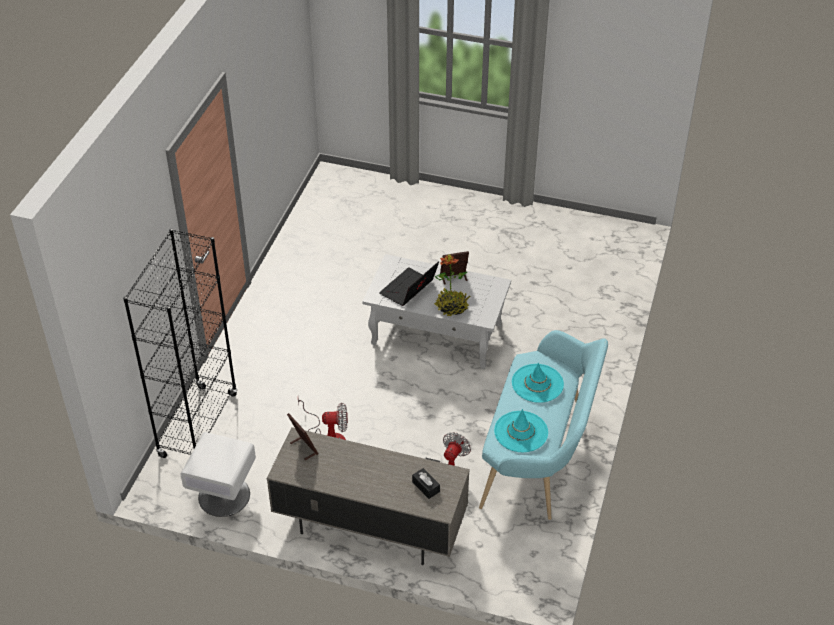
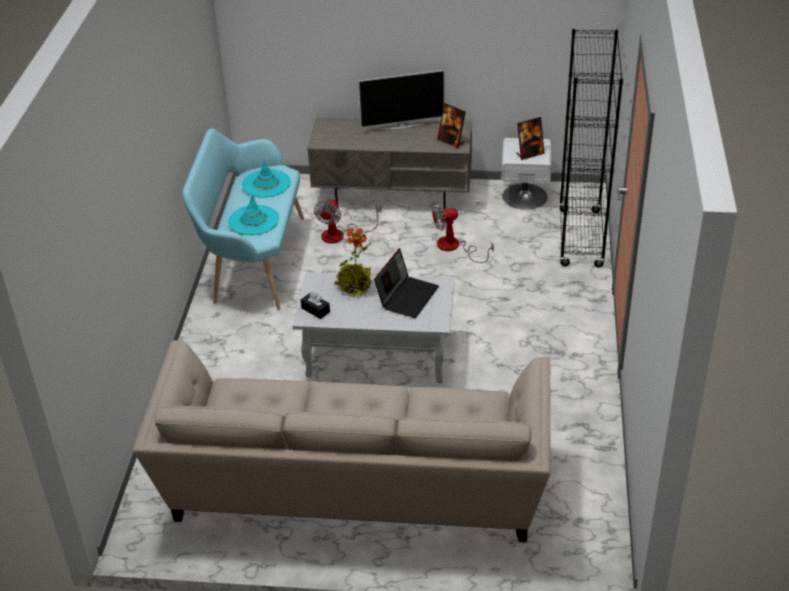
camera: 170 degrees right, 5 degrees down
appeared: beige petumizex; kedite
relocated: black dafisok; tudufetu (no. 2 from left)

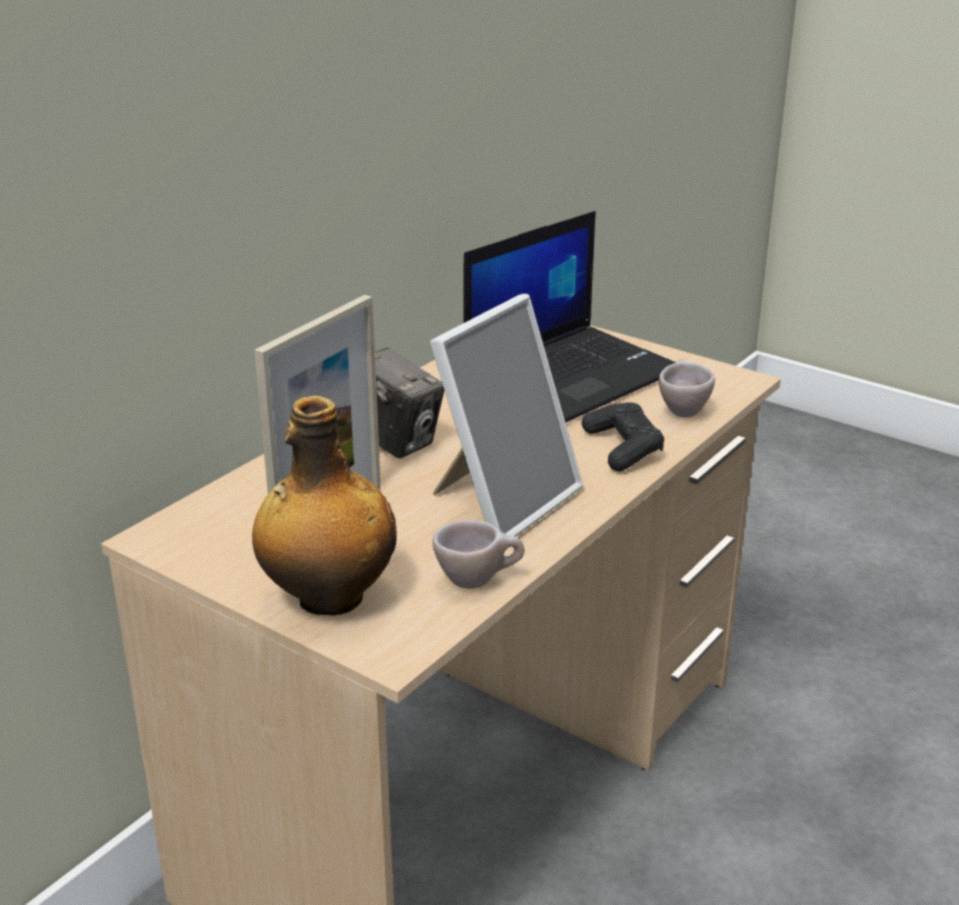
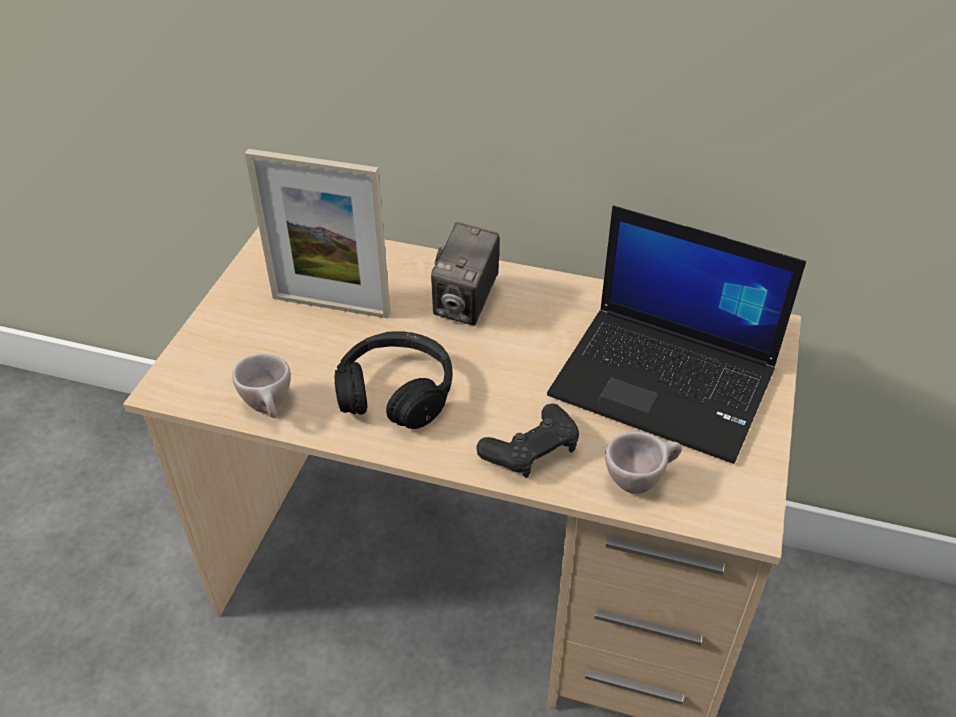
camera: 70 degrees right, 15 degrees up
missing: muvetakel
exchanged: tudufetu (no. 2 from left) to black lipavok

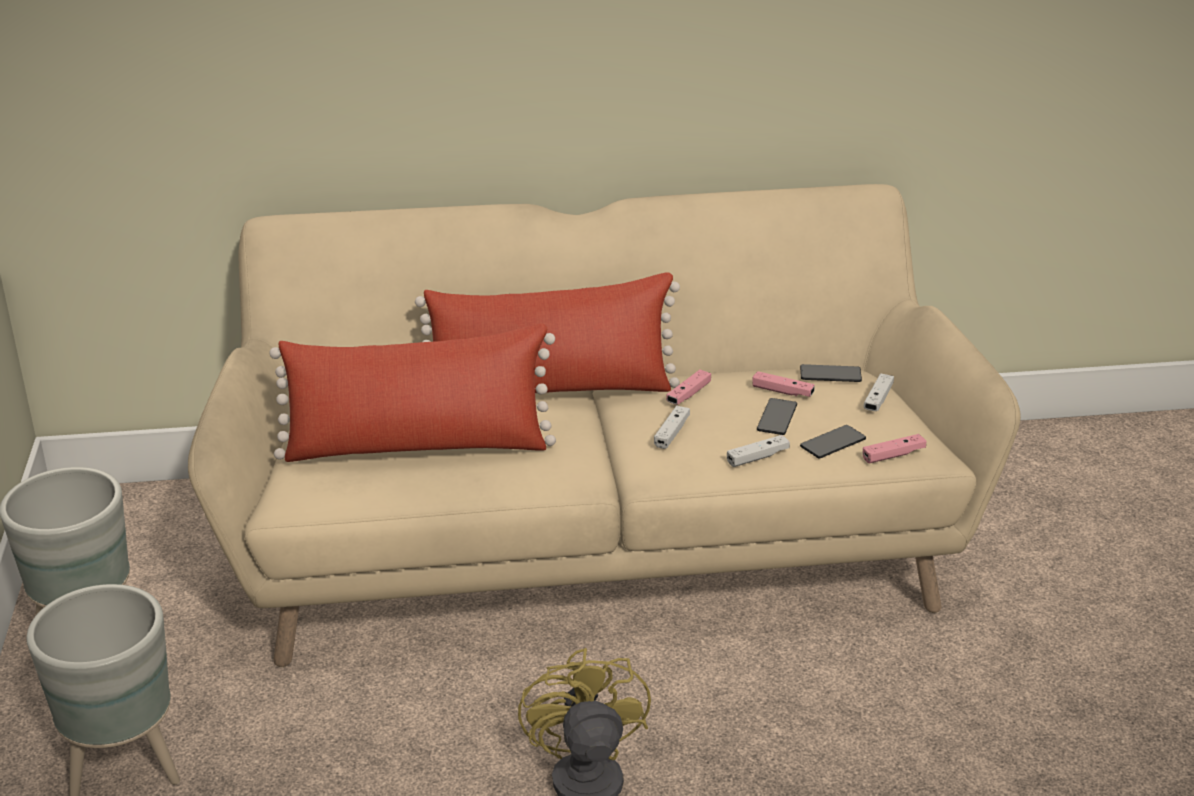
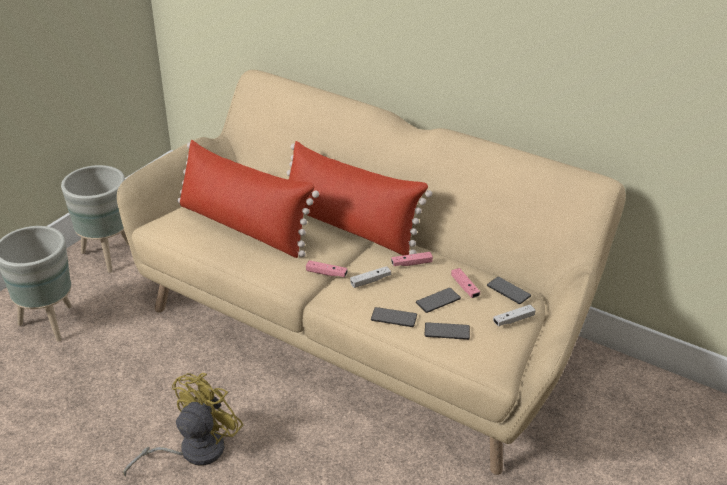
camera: 40 degrees right, 5 degrees up
relocated: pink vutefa (no. 3 from left in the first image) to pink vutefa (no. 1 from left)
exchanged: white vutefa (no. 2 from left) to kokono (no. 1 from left)

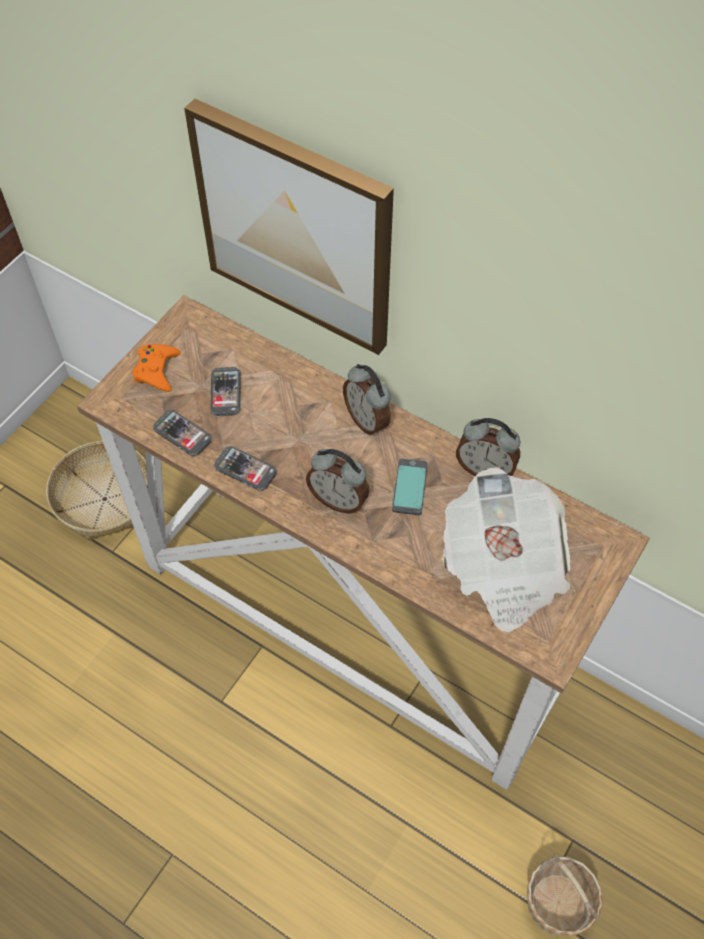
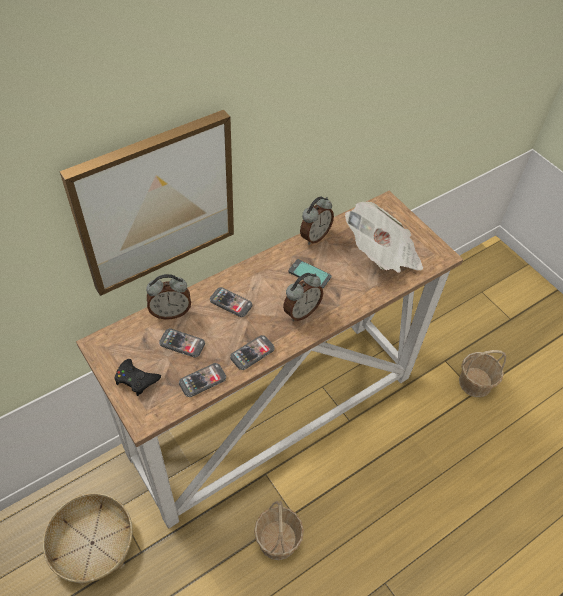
camera: 70 degrees left, 5 degrees down
appeared: kokono (no. 3 from left); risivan (no. 2 from left)
relocated: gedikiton (no. 2 from left in the first image) to gedikiton (no. 1 from left)
colour: orange vutefa to black vutefa

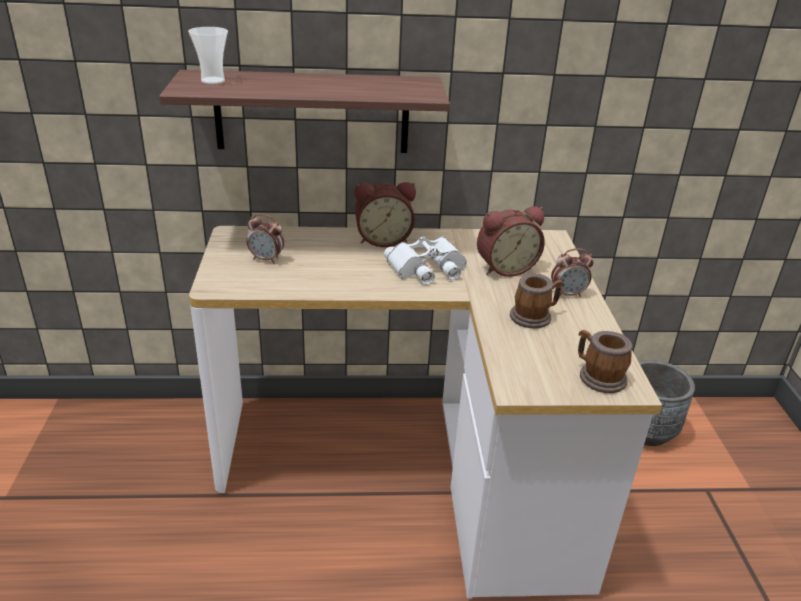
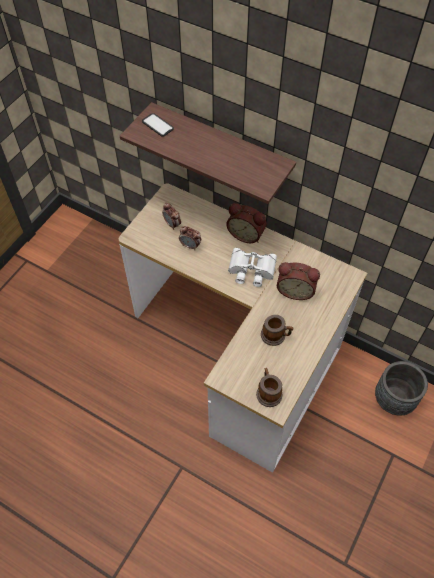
camera: 35 degrees right, 25 degrees up
relocated: gedikiton (no. 4 from left in the first image) to gedikiton (no. 2 from left)
exchanged: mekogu to kokono

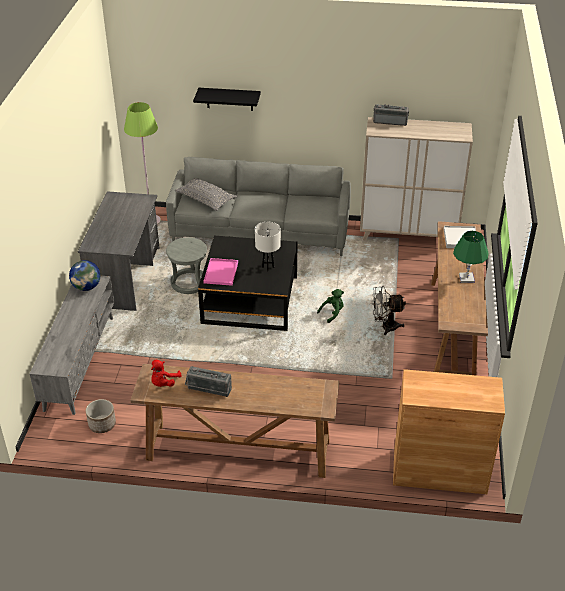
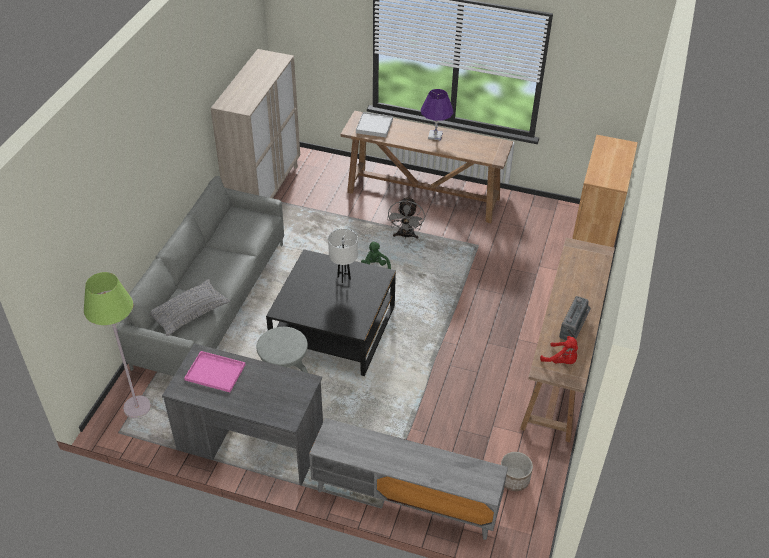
camera: 80 degrees left, 5 degrees up
missing: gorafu; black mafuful; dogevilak (no. 2 from left)
relocated: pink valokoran
colour: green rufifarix to purple rufifarix

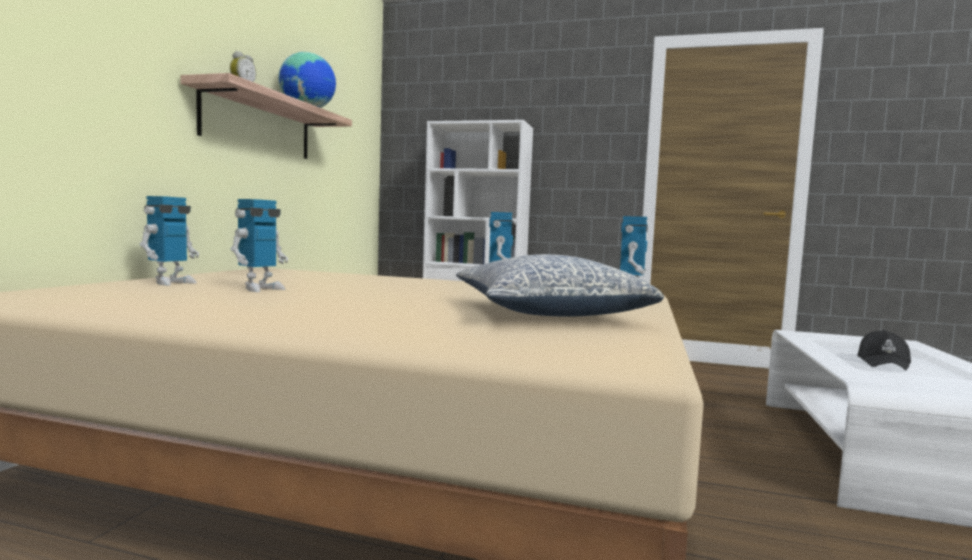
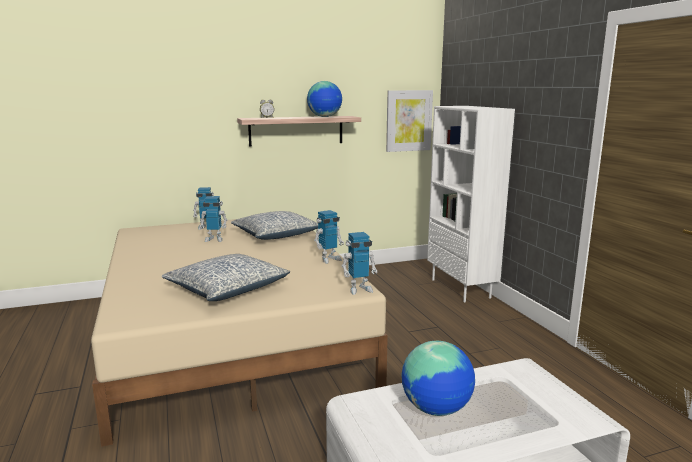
camera: 55 degrees right, 10 degrees up
appeared: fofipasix (no. 2 from left); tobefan
exchanged: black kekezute to gorafu (no. 2 from left)

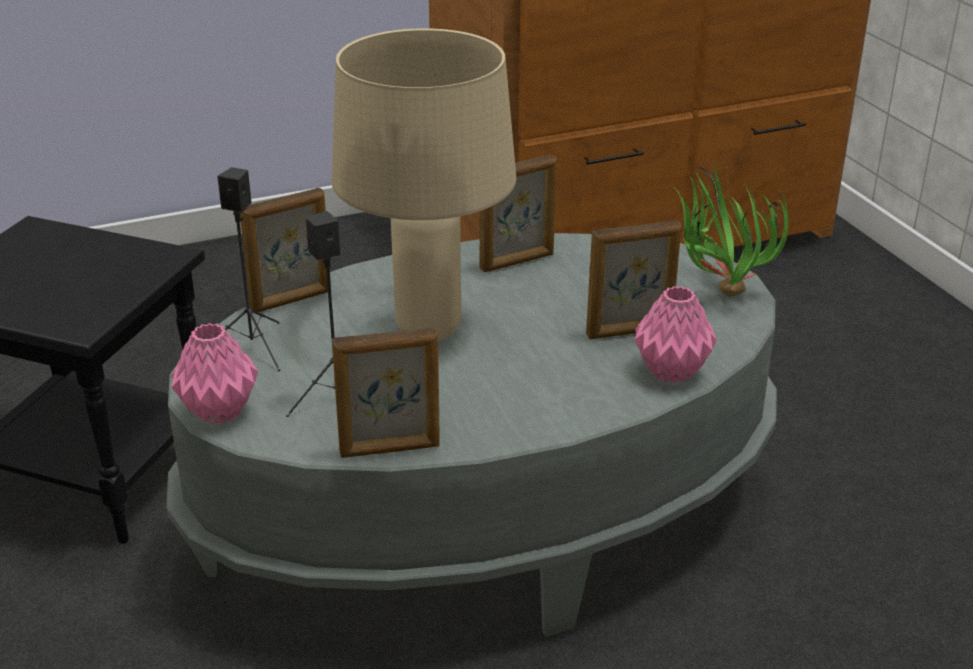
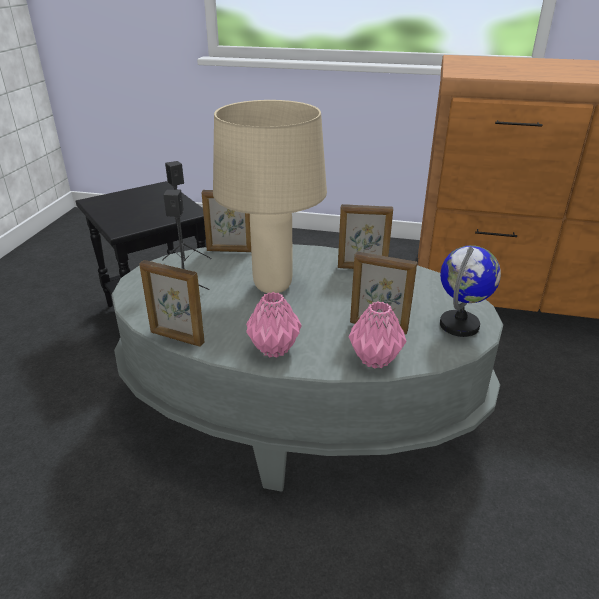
camera: 35 degrees right, 0 degrees up
relocated: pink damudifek (no. 1 from left)
exchanged: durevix to gorafu

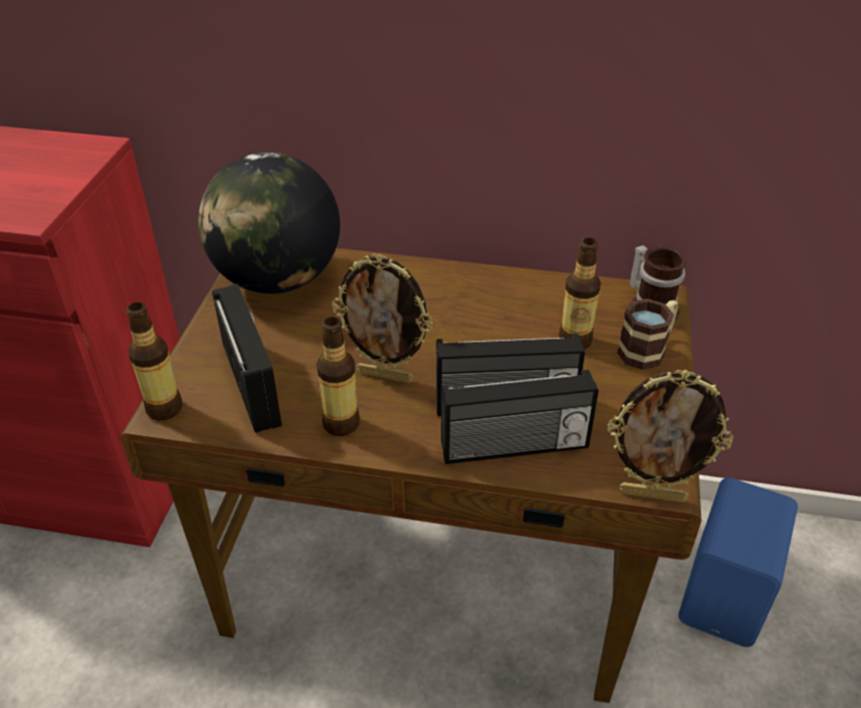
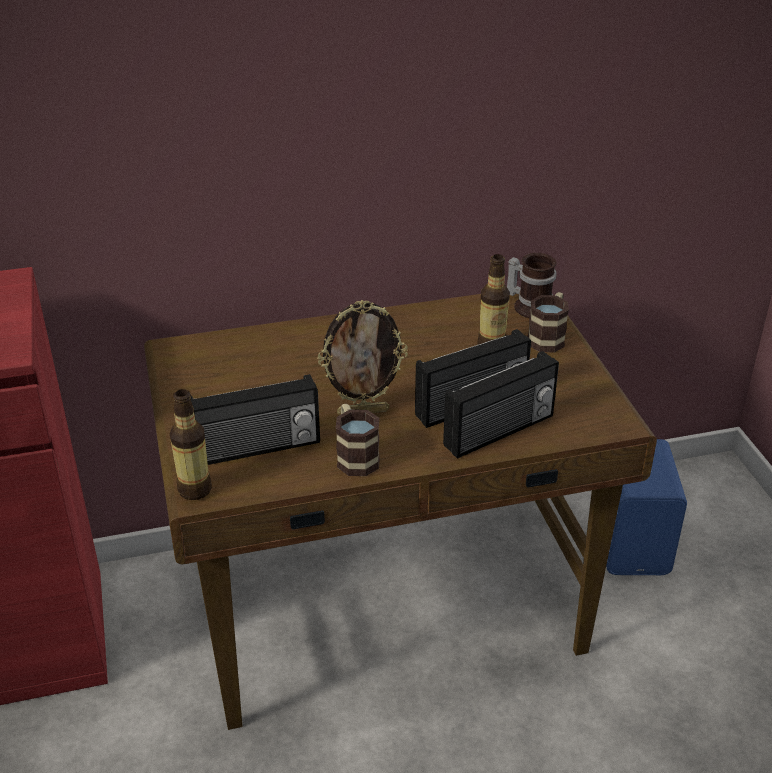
camera: 25 degrees left, 5 degrees down
missing: gorafu; tudufetu (no. 2 from left)
exchanged: muvetakel (no. 2 from left) to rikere (no. 1 from left)
spun: dogevilak (no. 1 from left) 120 degrees clockwise

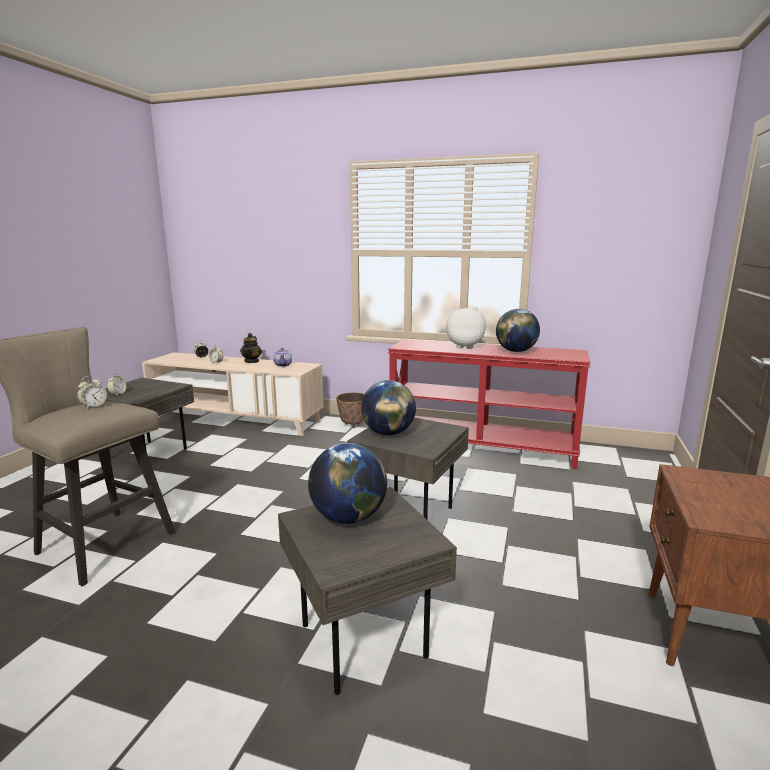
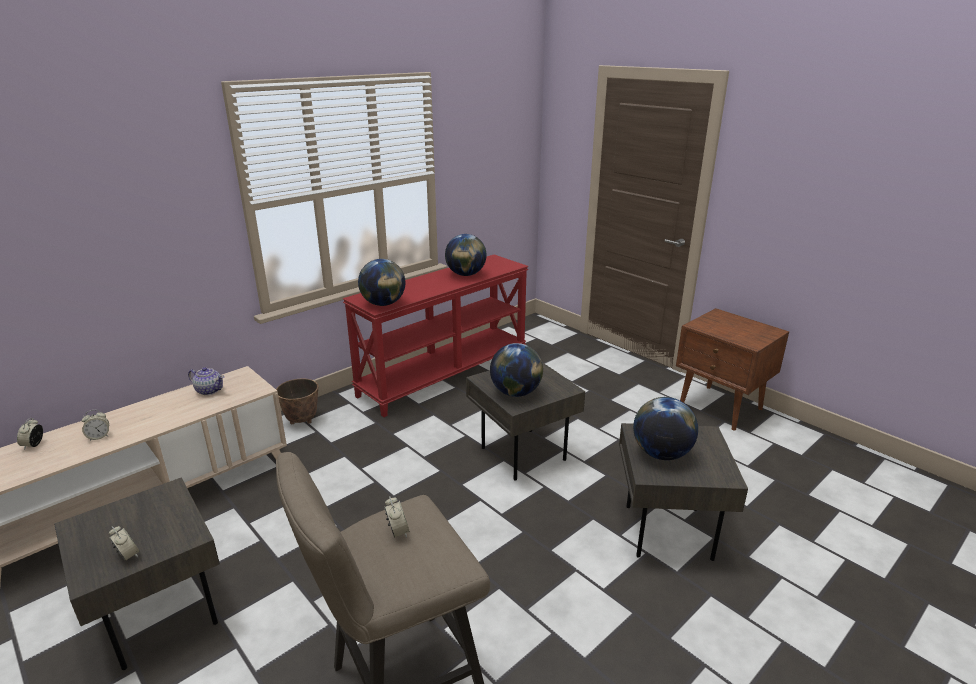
camera: 60 degrees left, 10 degrees up
missing: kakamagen (no. 1 from left); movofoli
appeared: gorafu (no. 1 from left)

